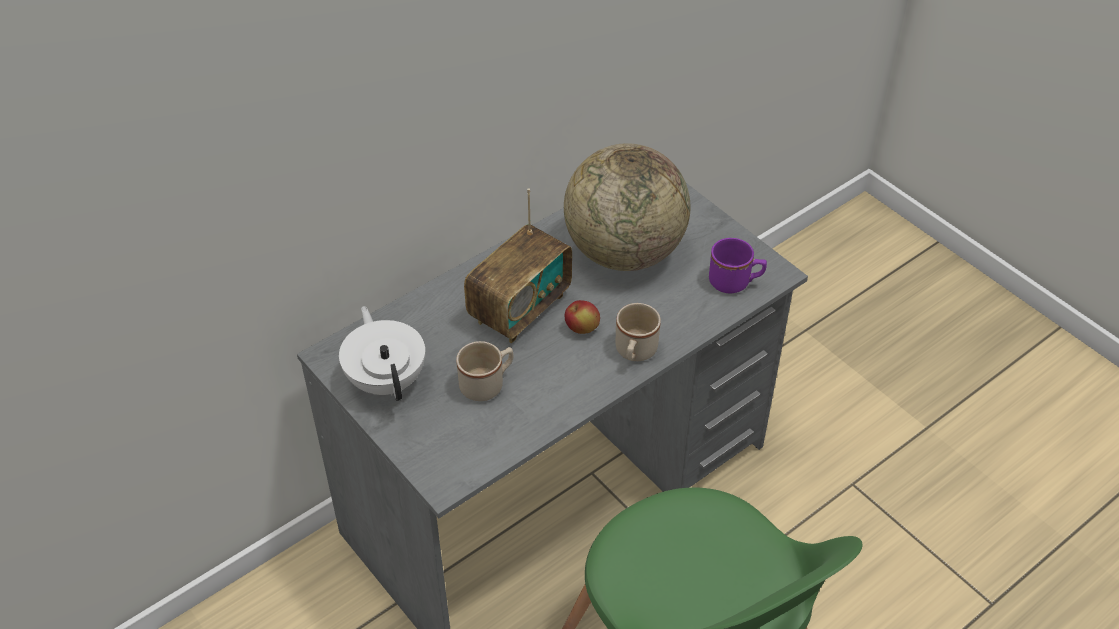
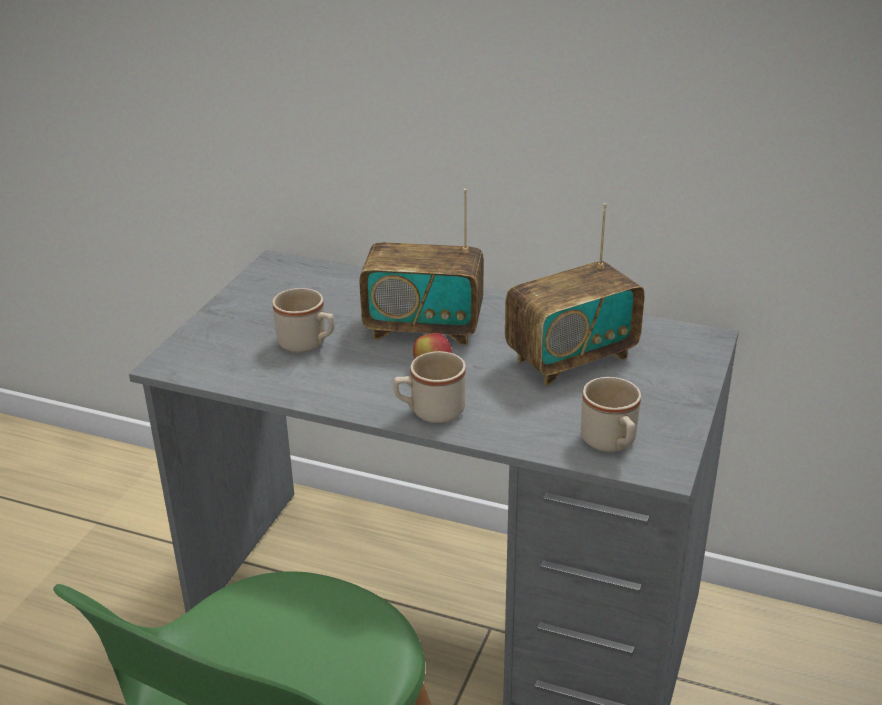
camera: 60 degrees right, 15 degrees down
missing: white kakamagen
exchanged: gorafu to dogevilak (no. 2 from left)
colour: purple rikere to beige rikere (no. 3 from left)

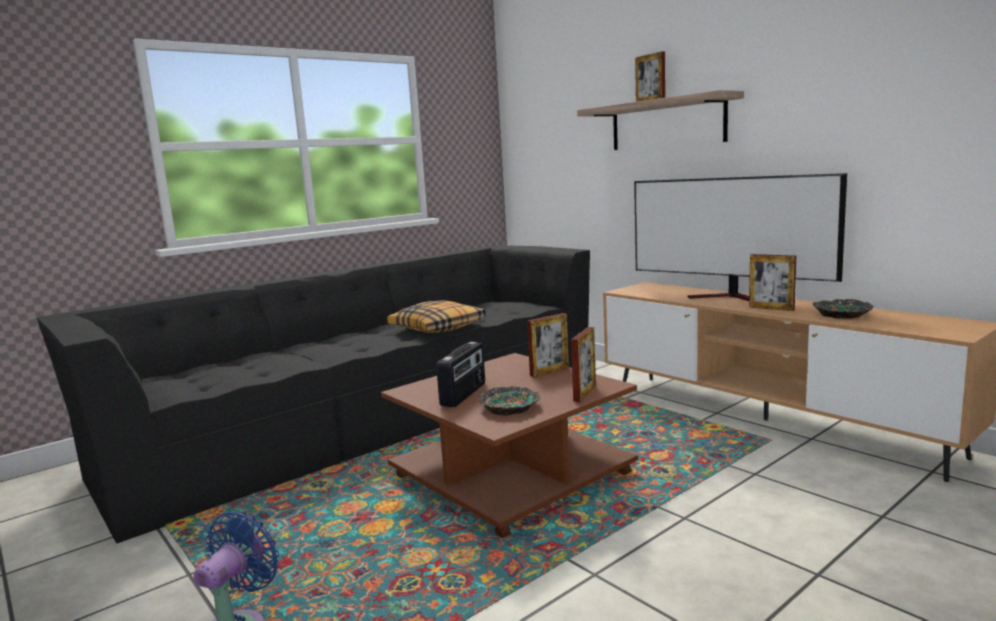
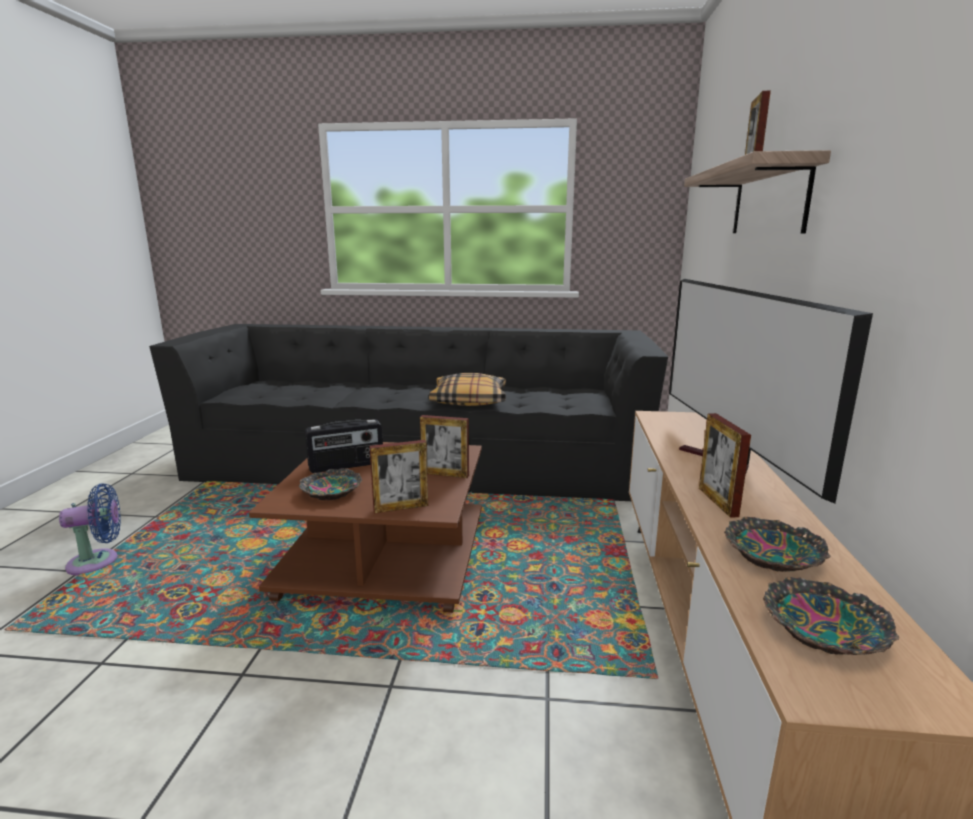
camera: 45 degrees right, 5 degrees up
appeared: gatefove (no. 3 from left)

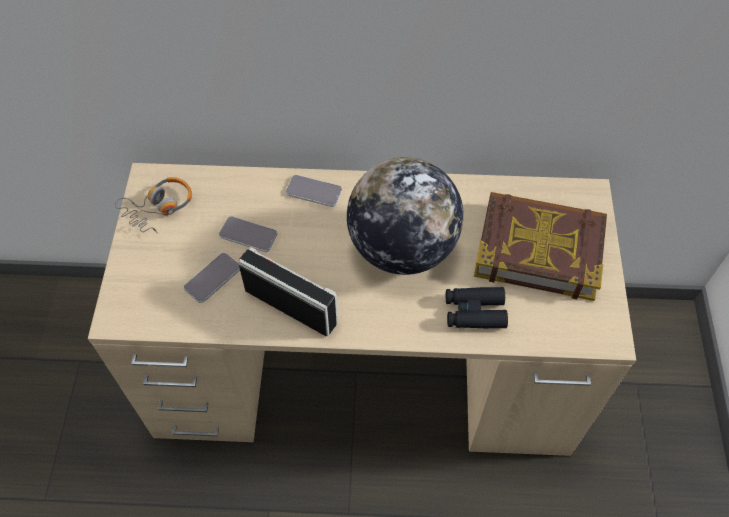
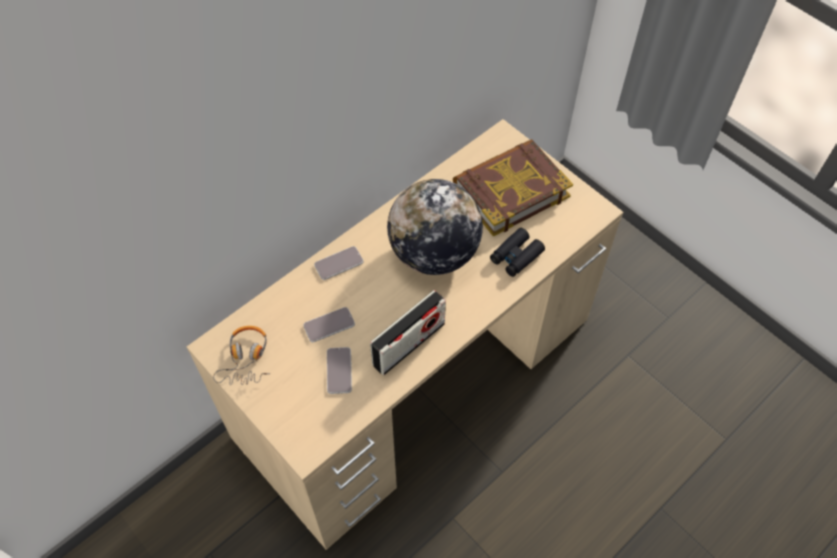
camera: 45 degrees left, 0 degrees up
spun: dogevilak 150 degrees clockwise

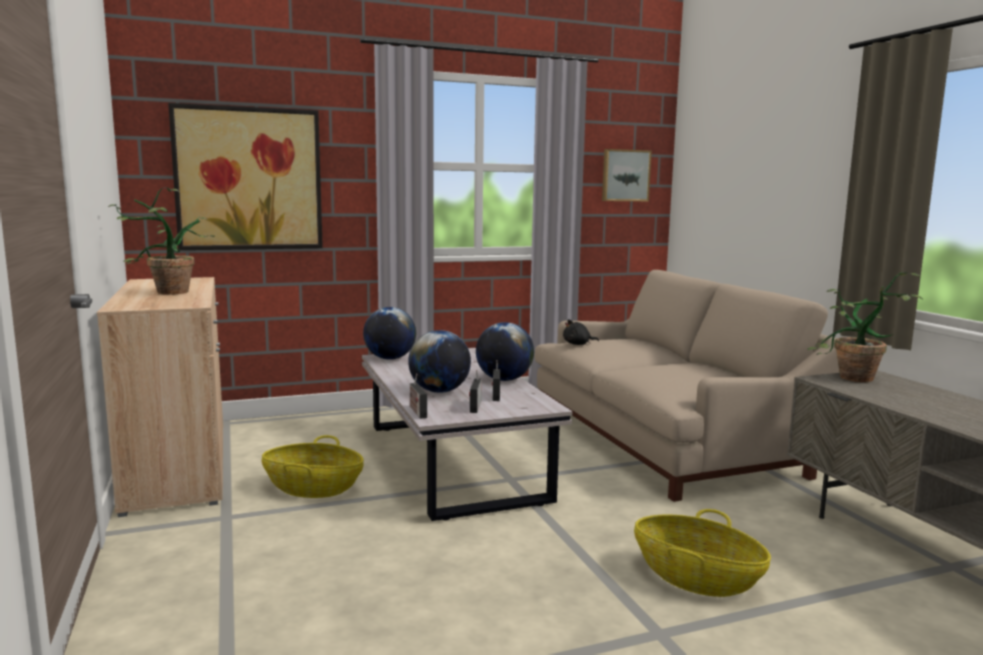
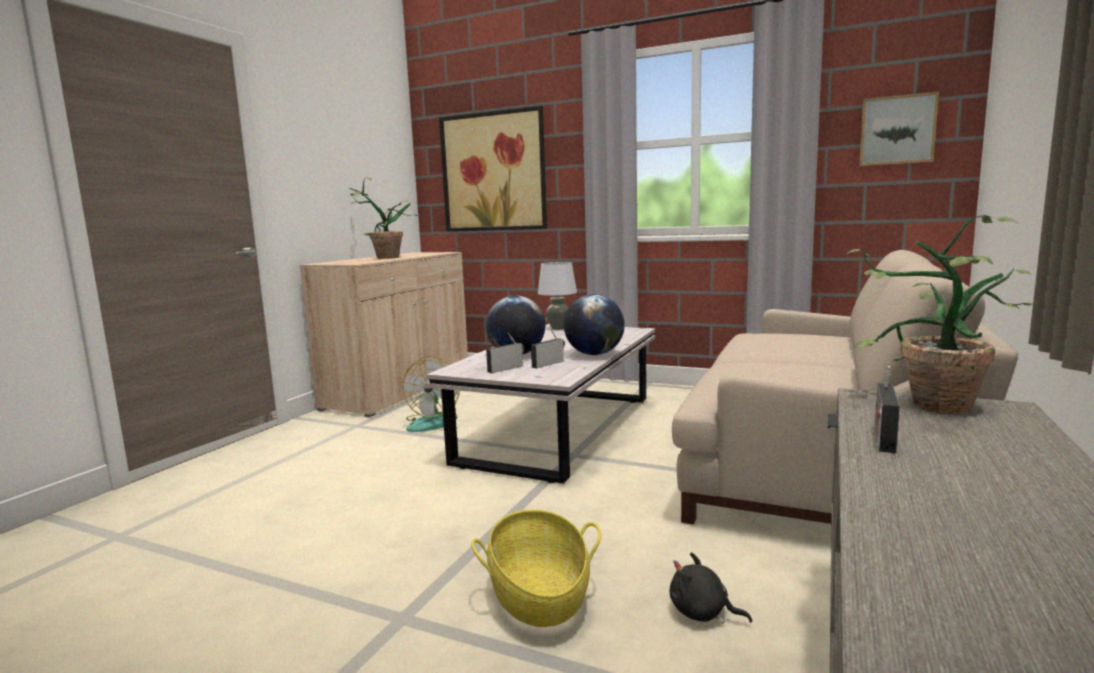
camera: 45 degrees right, 0 degrees up
relocated: dogevilak (no. 1 from left in the first image) to dogevilak (no. 3 from left); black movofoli
exchanged: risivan (no. 1 from left) to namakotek; gorafu (no. 1 from left) to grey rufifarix

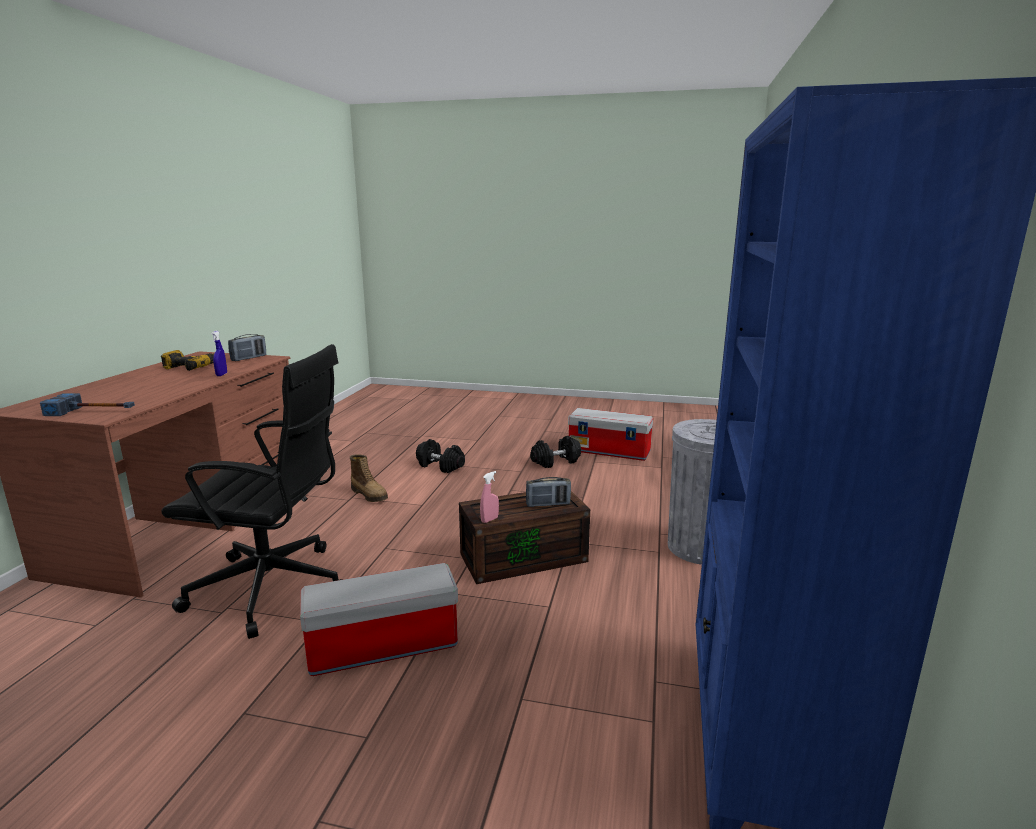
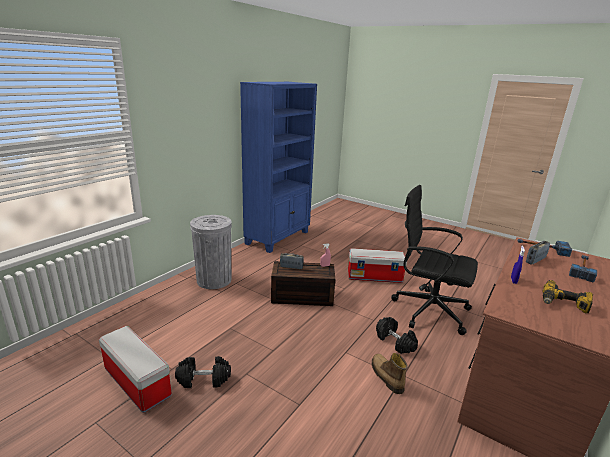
camera: 160 degrees left, 5 degrees up
appeared: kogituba (no. 2 from left)
relocated: dogevilak (no. 1 from left in the first image) to dogevilak (no. 2 from left); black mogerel (no. 1 from left in the first image) to black mogerel (no. 2 from left)

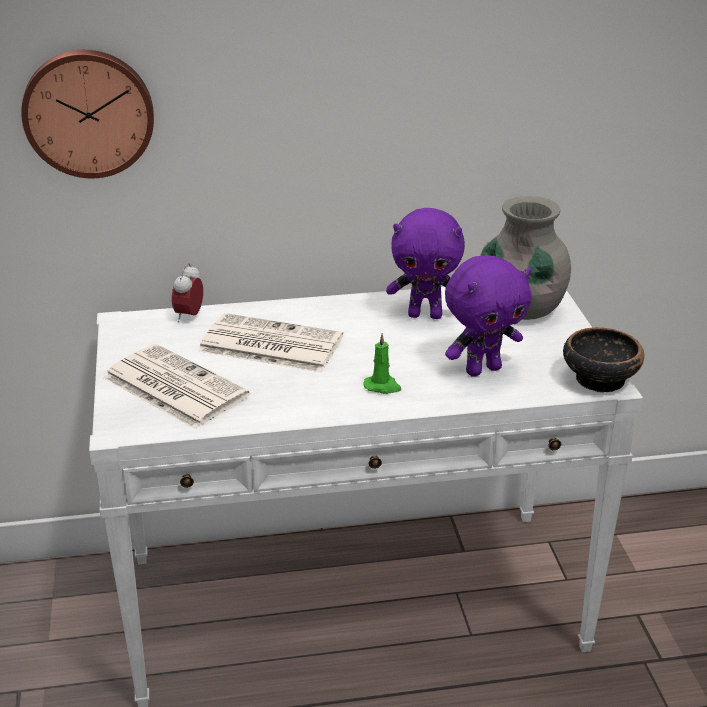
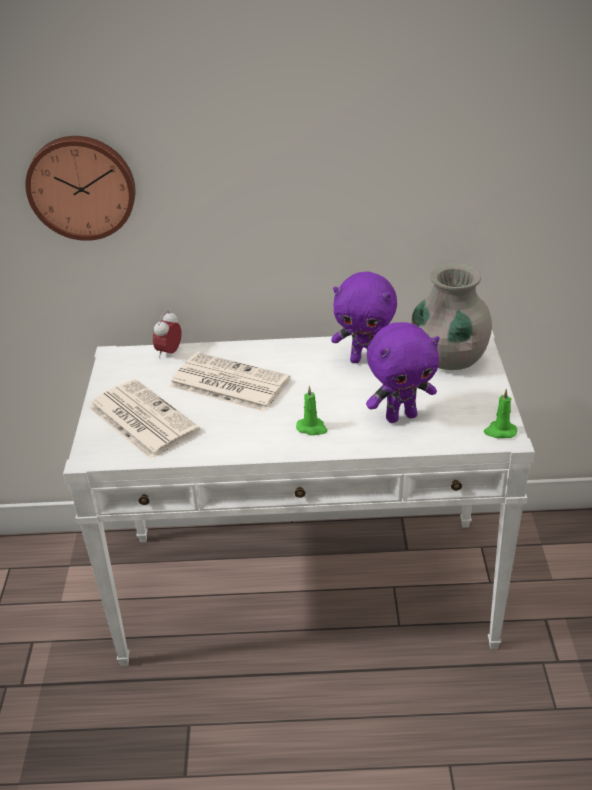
camera: 10 degrees right, 5 degrees up
exchanged: gatefove to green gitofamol (no. 2 from left)

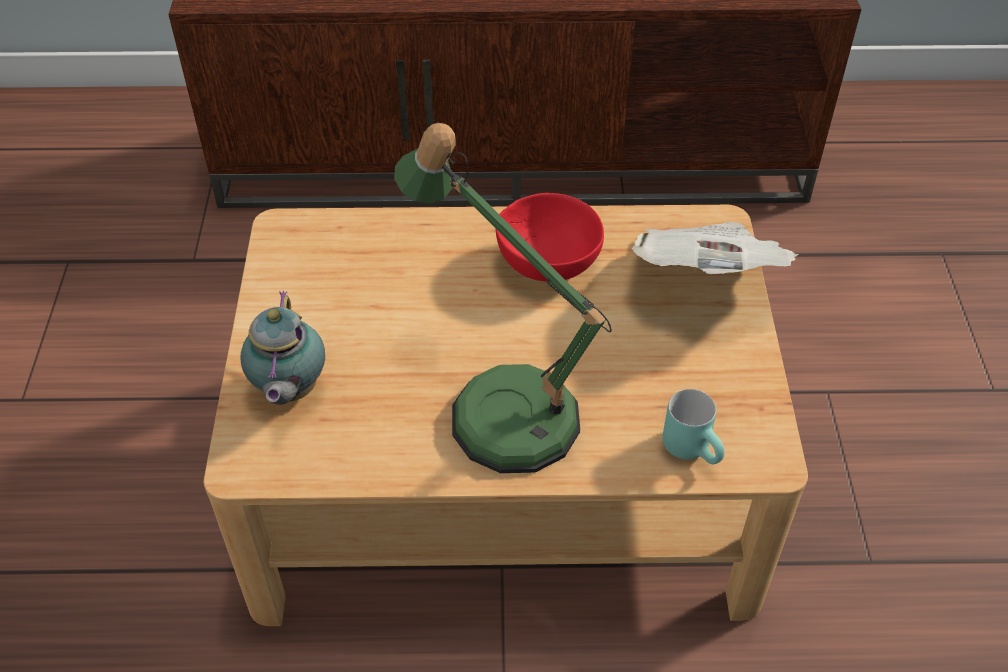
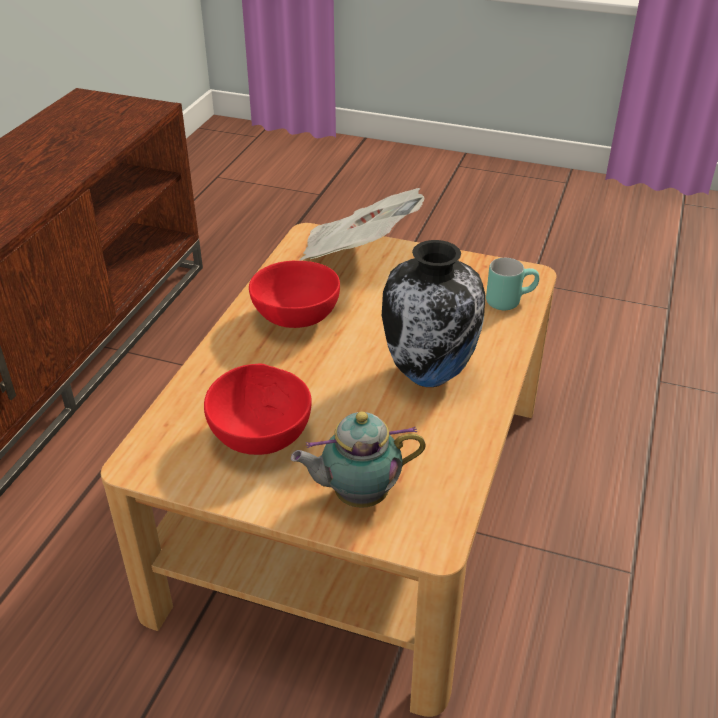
camera: 70 degrees left, 10 degrees down
appeared: red gatefove (no. 1 from left)
exchanged: rufifarix to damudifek
spun: kakamagen 150 degrees clockwise

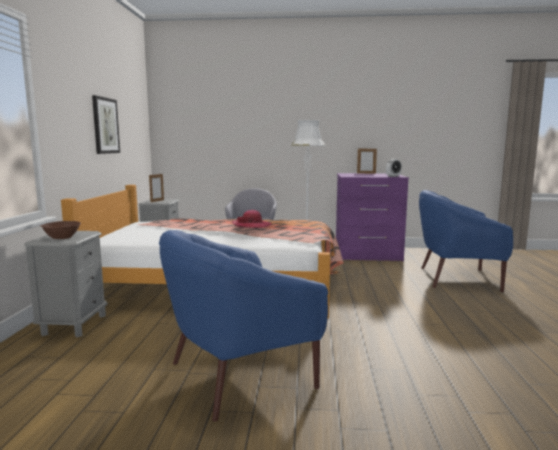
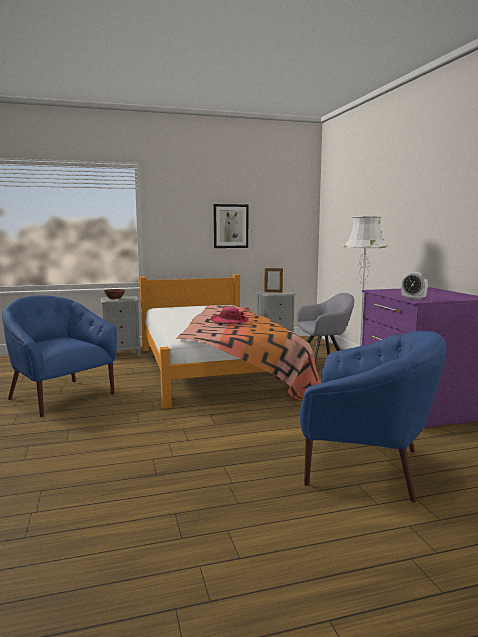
camera: 70 degrees right, 0 degrees up
missing: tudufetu (no. 2 from left)
spun: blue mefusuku (no. 2 from left) 120 degrees clockwise

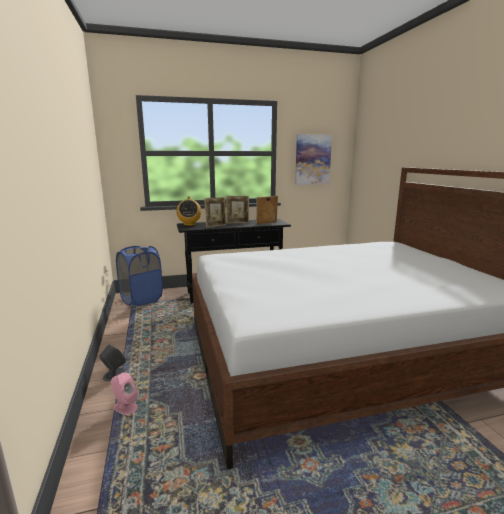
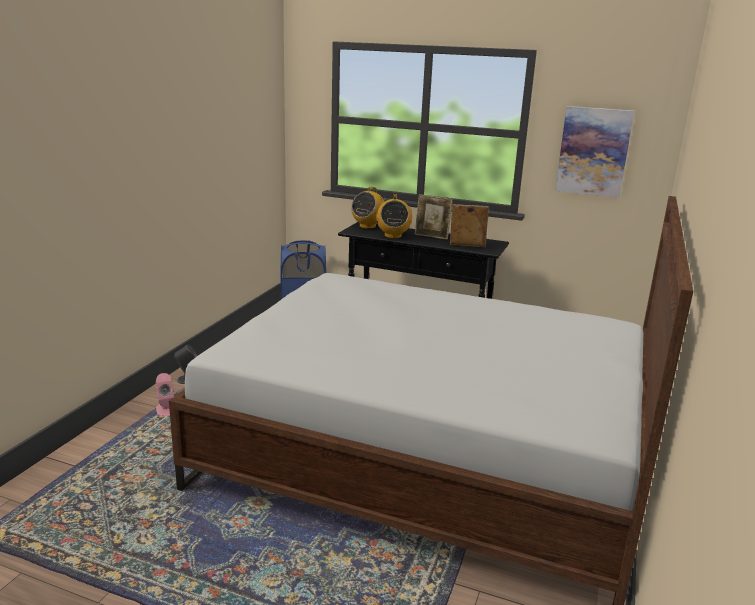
camera: 35 degrees right, 5 degrees up
exchanged: tudufetu (no. 1 from left) to dogevilak (no. 2 from left)

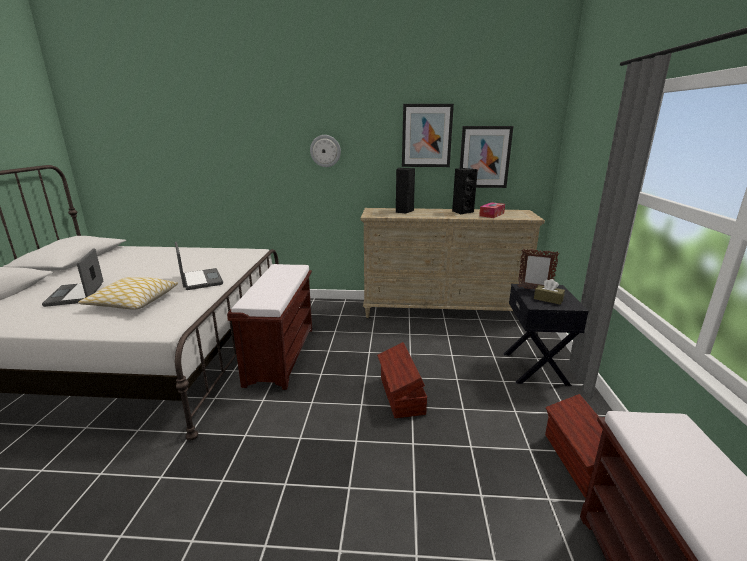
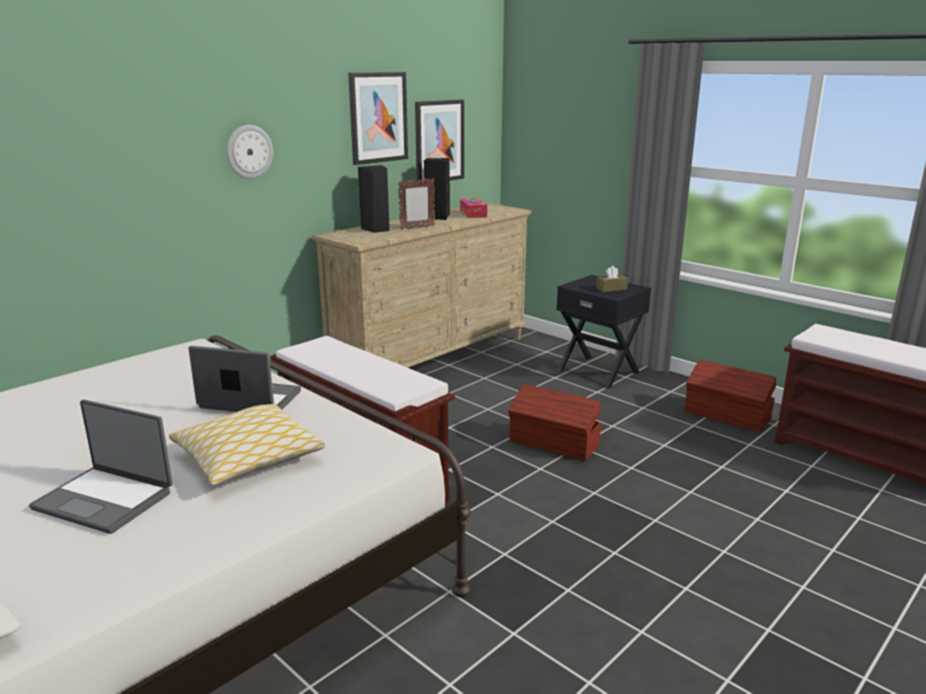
camera: 50 degrees left, 0 degrees up
relocated: tudufetu

